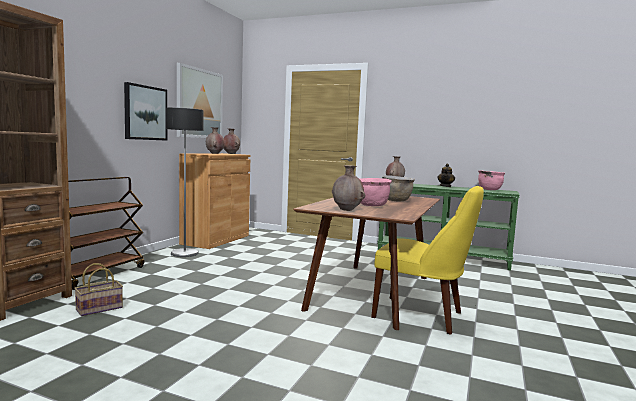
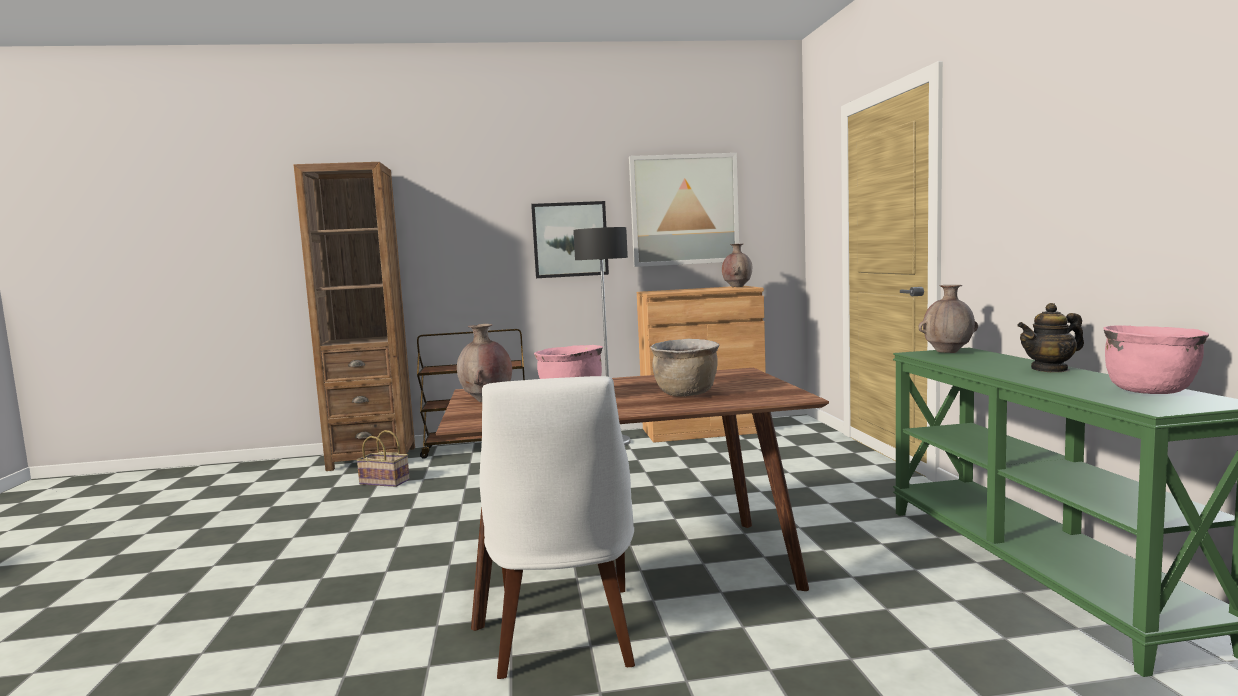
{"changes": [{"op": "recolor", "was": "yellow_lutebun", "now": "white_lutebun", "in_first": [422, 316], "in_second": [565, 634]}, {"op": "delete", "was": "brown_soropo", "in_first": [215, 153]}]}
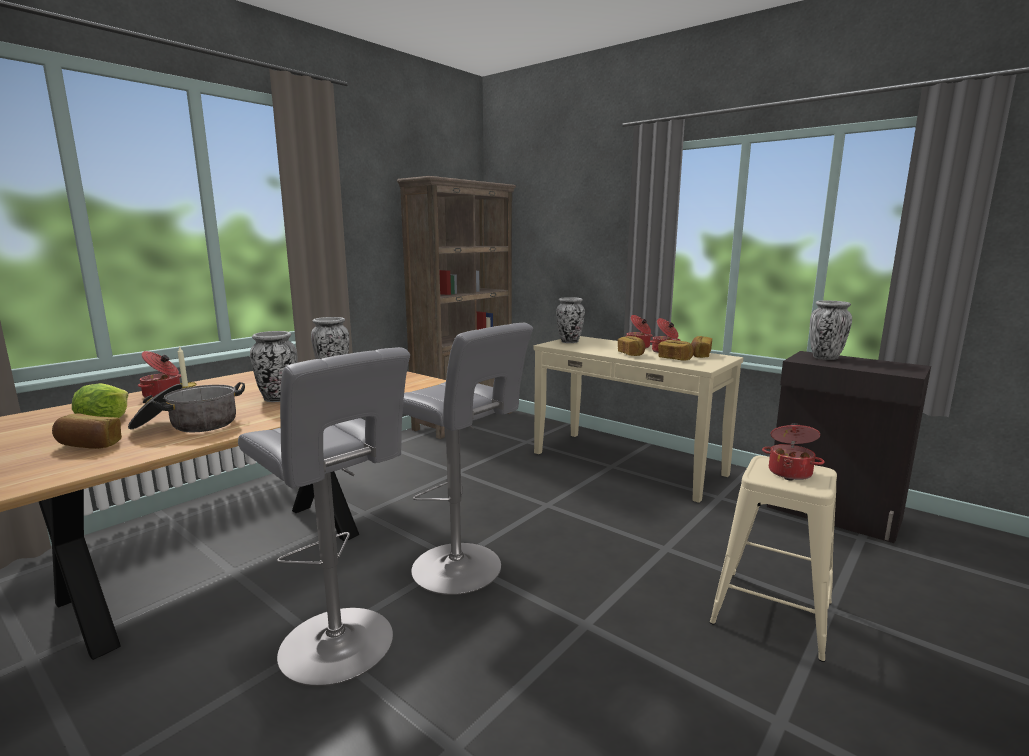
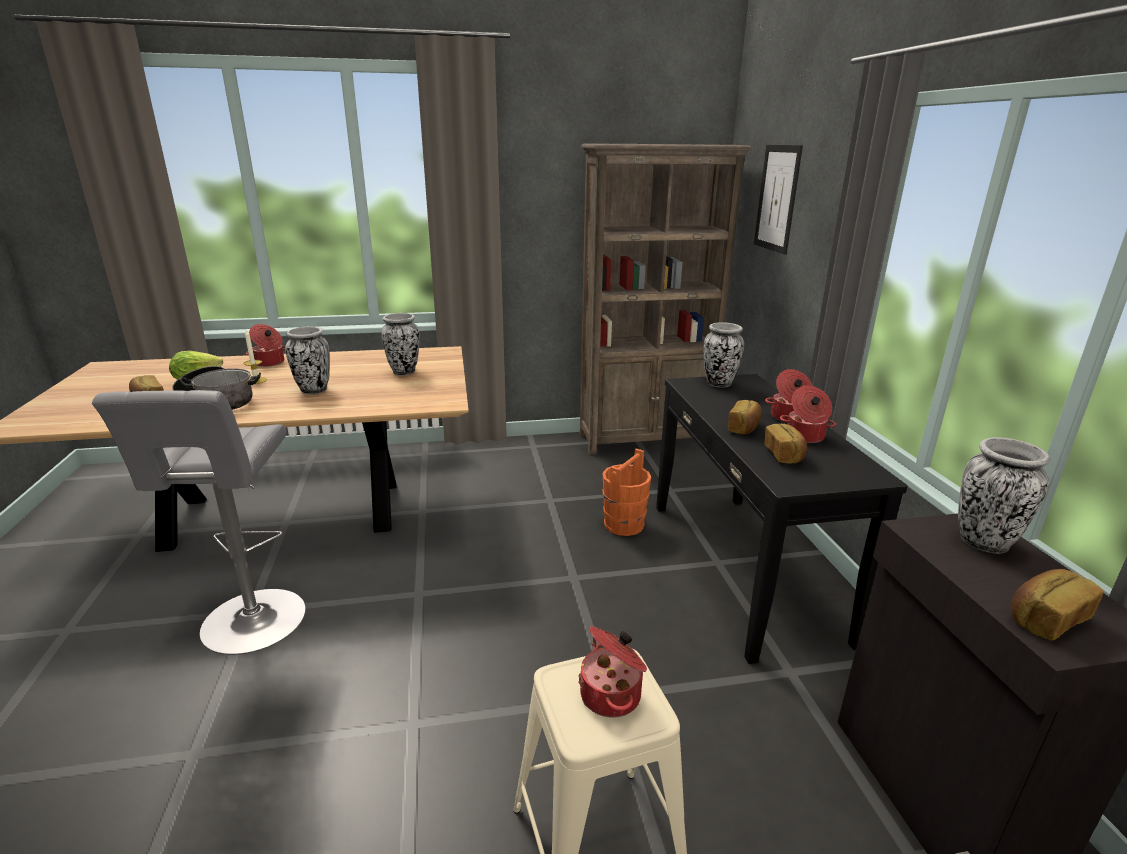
{"changes": [{"op": "insert", "now": "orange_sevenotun", "in_second": [624, 524]}, {"op": "recolor", "was": "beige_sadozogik", "now": "black_sadozogik", "in_first": [627, 463], "in_second": [743, 567]}, {"op": "insert", "now": "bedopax", "in_second": [777, 198]}, {"op": "move", "was": "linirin", "in_first": [700, 355], "in_second": [1045, 619]}, {"op": "delete", "was": "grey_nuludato", "in_first": [462, 570]}]}
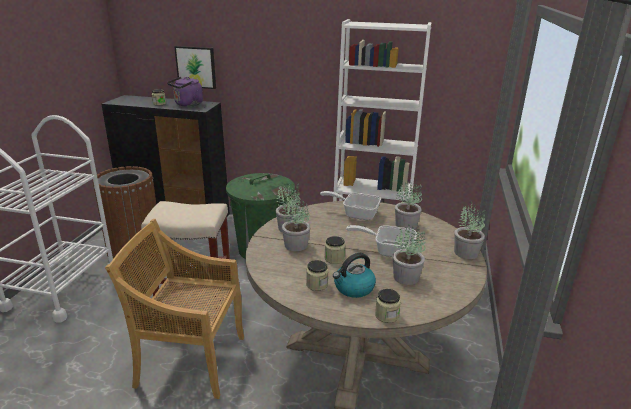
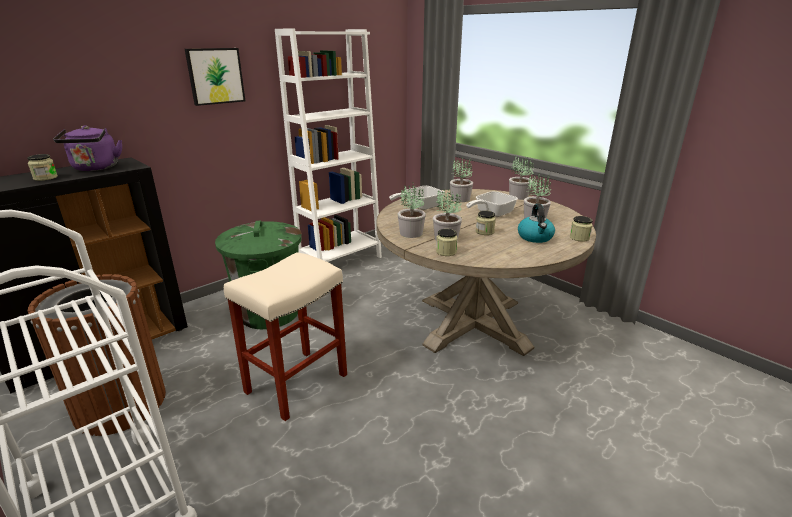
{"changes": [{"op": "move", "was": "bedopax", "in_first": [196, 67], "in_second": [215, 76]}, {"op": "move", "was": "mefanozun", "in_first": [317, 285], "in_second": [446, 252]}, {"op": "delete", "was": "beige_lutebun", "in_first": [189, 360]}]}
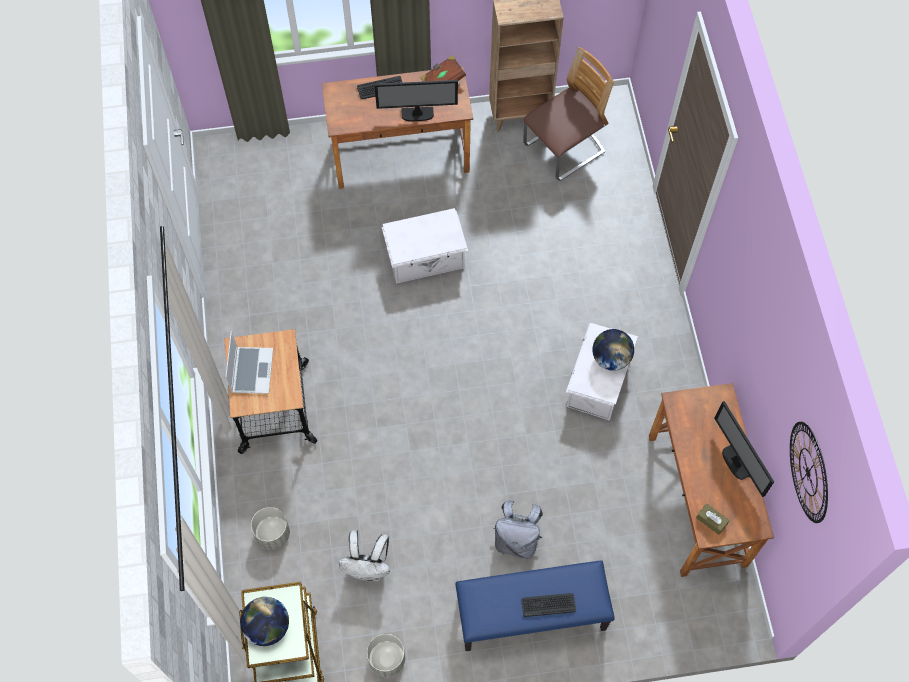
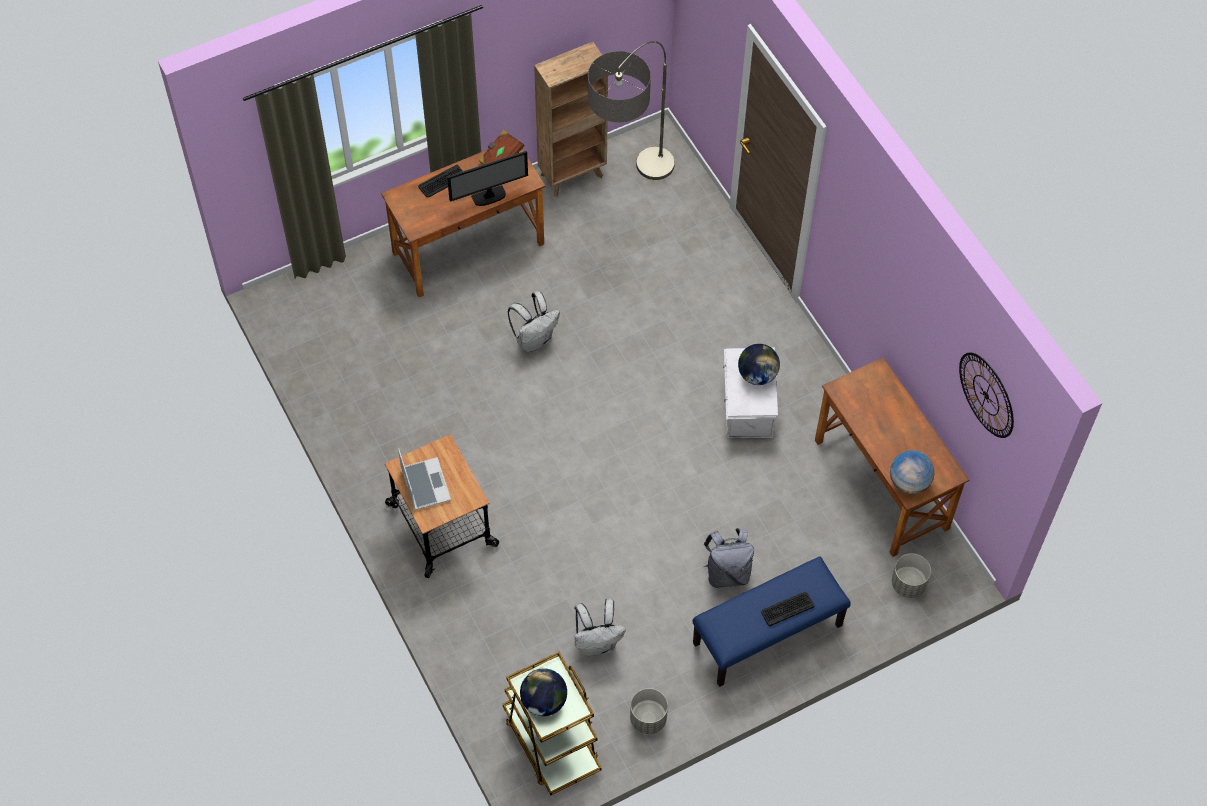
{"changes": [{"op": "replace", "was": "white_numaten", "now": "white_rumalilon", "in_first": [426, 258], "in_second": [534, 339]}, {"op": "replace", "was": "lutebun", "now": "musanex", "in_first": [564, 149], "in_second": [629, 195]}, {"op": "replace", "was": "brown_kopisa", "now": "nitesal", "in_first": [711, 521], "in_second": [909, 482]}, {"op": "move", "was": "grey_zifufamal", "in_first": [273, 534], "in_second": [908, 584]}, {"op": "delete", "was": "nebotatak", "in_first": [735, 462]}]}
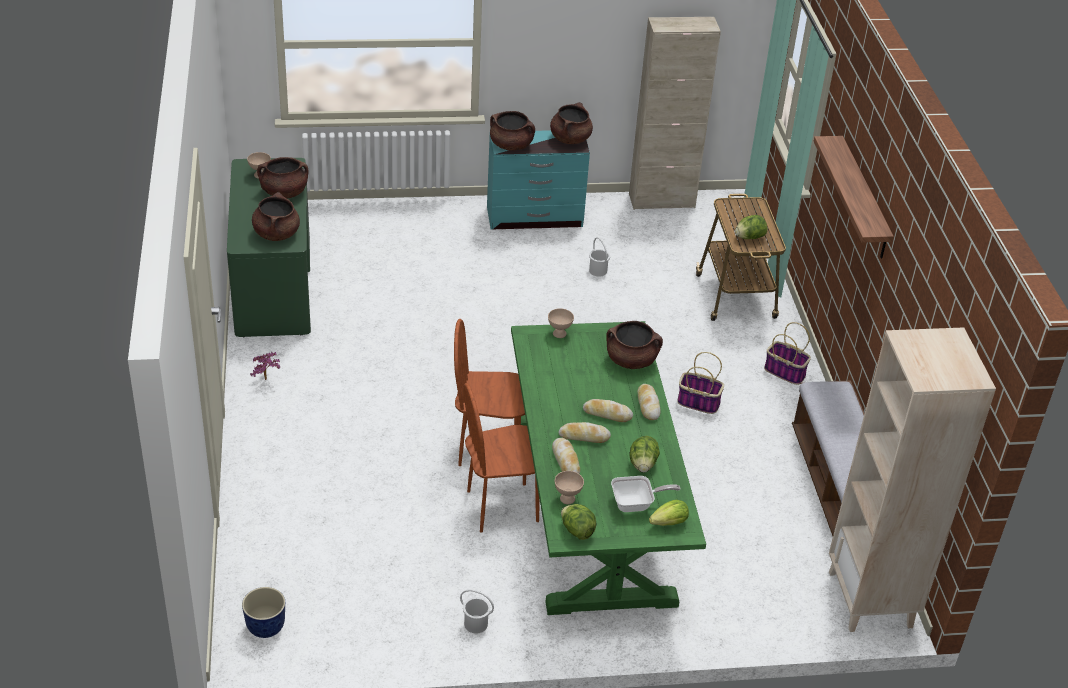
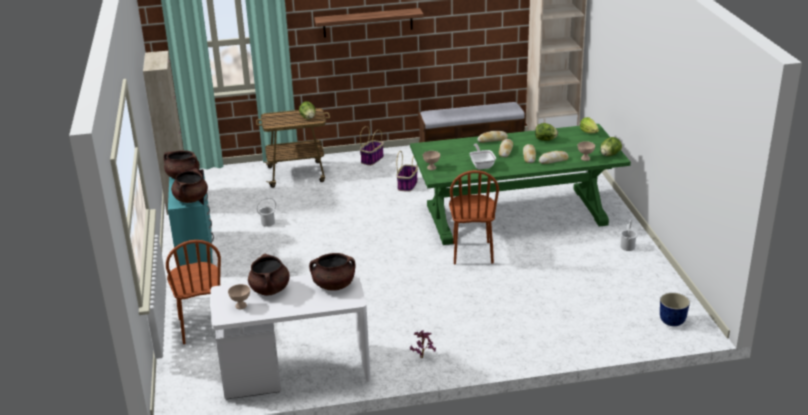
{"changes": [{"op": "move", "was": "brown_lutebun", "in_first": [502, 506], "in_second": [201, 327]}, {"op": "recolor", "was": "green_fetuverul", "now": "white_fetuverul", "in_first": [273, 286], "in_second": [294, 372]}, {"op": "move", "was": "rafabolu", "in_first": [636, 504], "in_second": [482, 165]}, {"op": "delete", "was": "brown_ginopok", "in_first": [631, 360]}]}
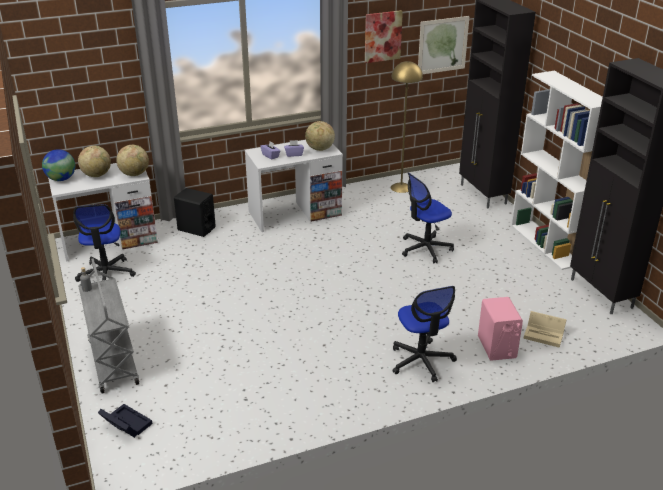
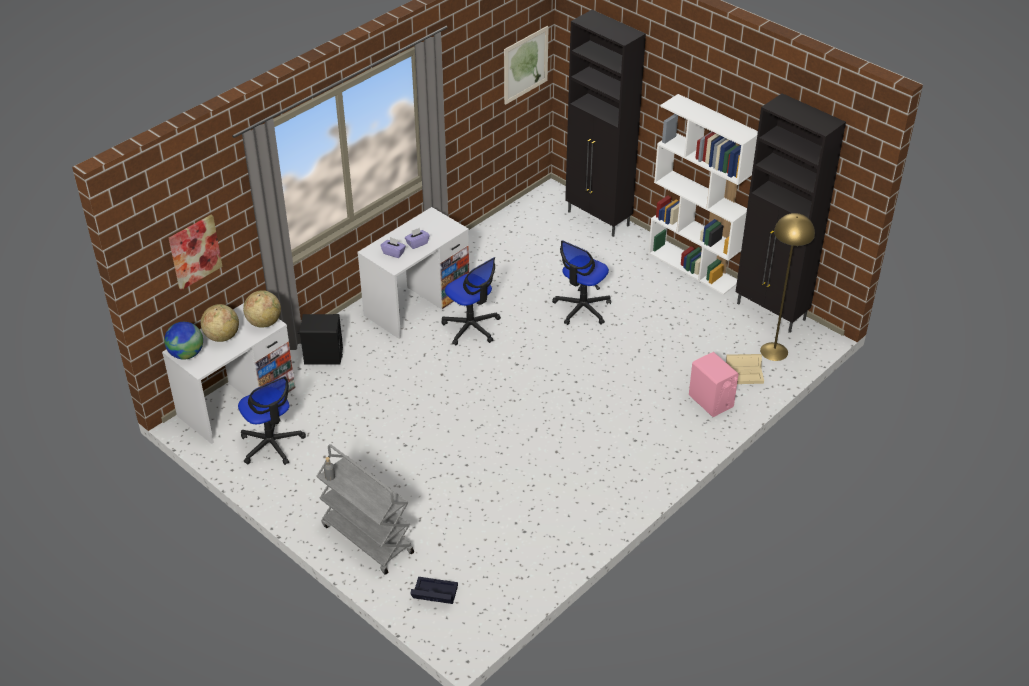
{"changes": [{"op": "move", "was": "bedopax", "in_first": [382, 36], "in_second": [195, 251]}, {"op": "move", "was": "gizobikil", "in_first": [421, 361], "in_second": [471, 327]}, {"op": "move", "was": "yellow_musanex", "in_first": [401, 187], "in_second": [774, 351]}, {"op": "delete", "was": "nitesal", "in_first": [320, 149]}]}
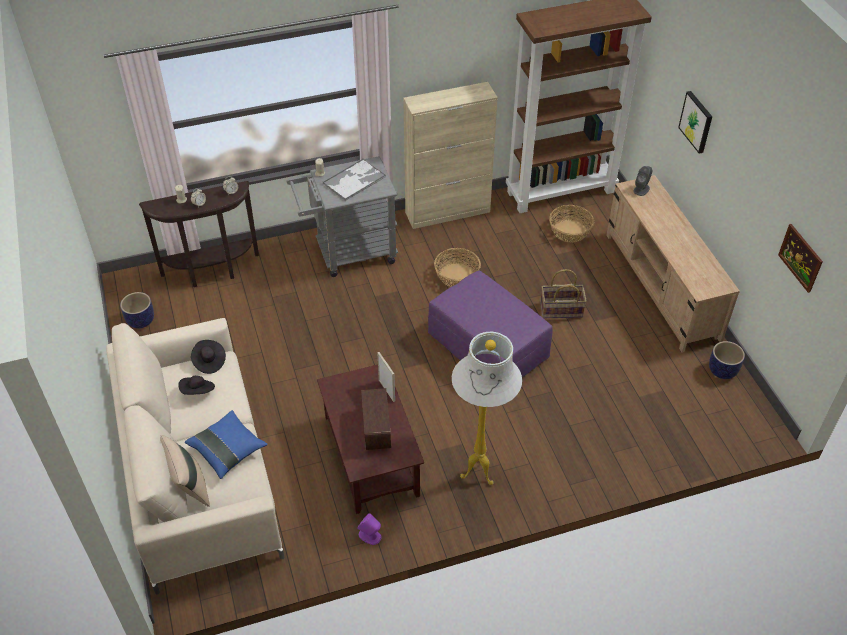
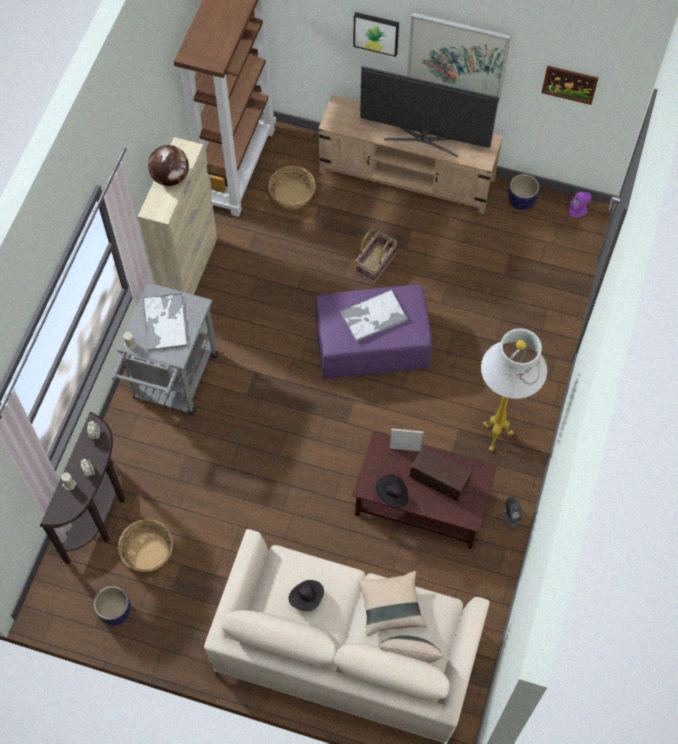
{"changes": [{"op": "move", "was": "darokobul", "in_first": [457, 275], "in_second": [148, 551]}, {"op": "insert", "now": "nitesal", "in_second": [171, 177]}, {"op": "insert", "now": "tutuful", "in_second": [373, 316]}, {"op": "recolor", "was": "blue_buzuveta", "now": "beige_buzuveta", "in_first": [228, 450], "in_second": [391, 606]}, {"op": "insert", "now": "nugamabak", "in_second": [424, 138]}, {"op": "move", "was": "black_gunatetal", "in_first": [209, 362], "in_second": [392, 495]}, {"op": "insert", "now": "bedopax", "in_second": [457, 57]}, {"op": "move", "was": "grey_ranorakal", "in_first": [641, 189], "in_second": [510, 516]}, {"op": "move", "was": "purple_ranorakal", "in_first": [370, 536], "in_second": [578, 210]}]}
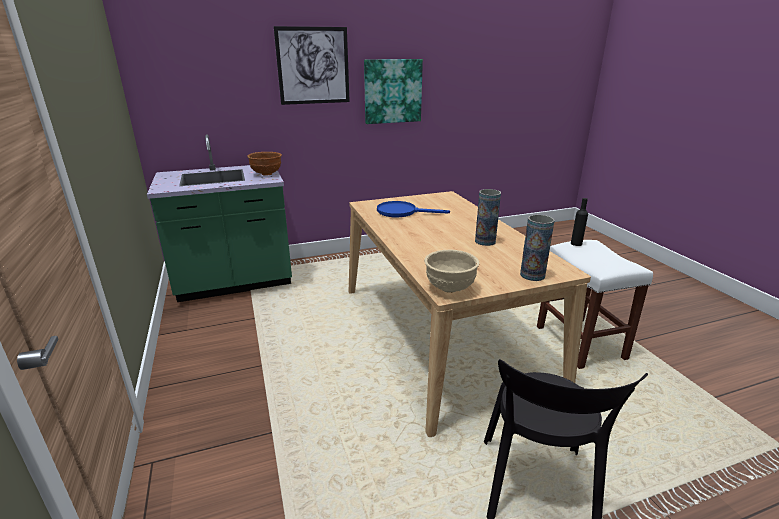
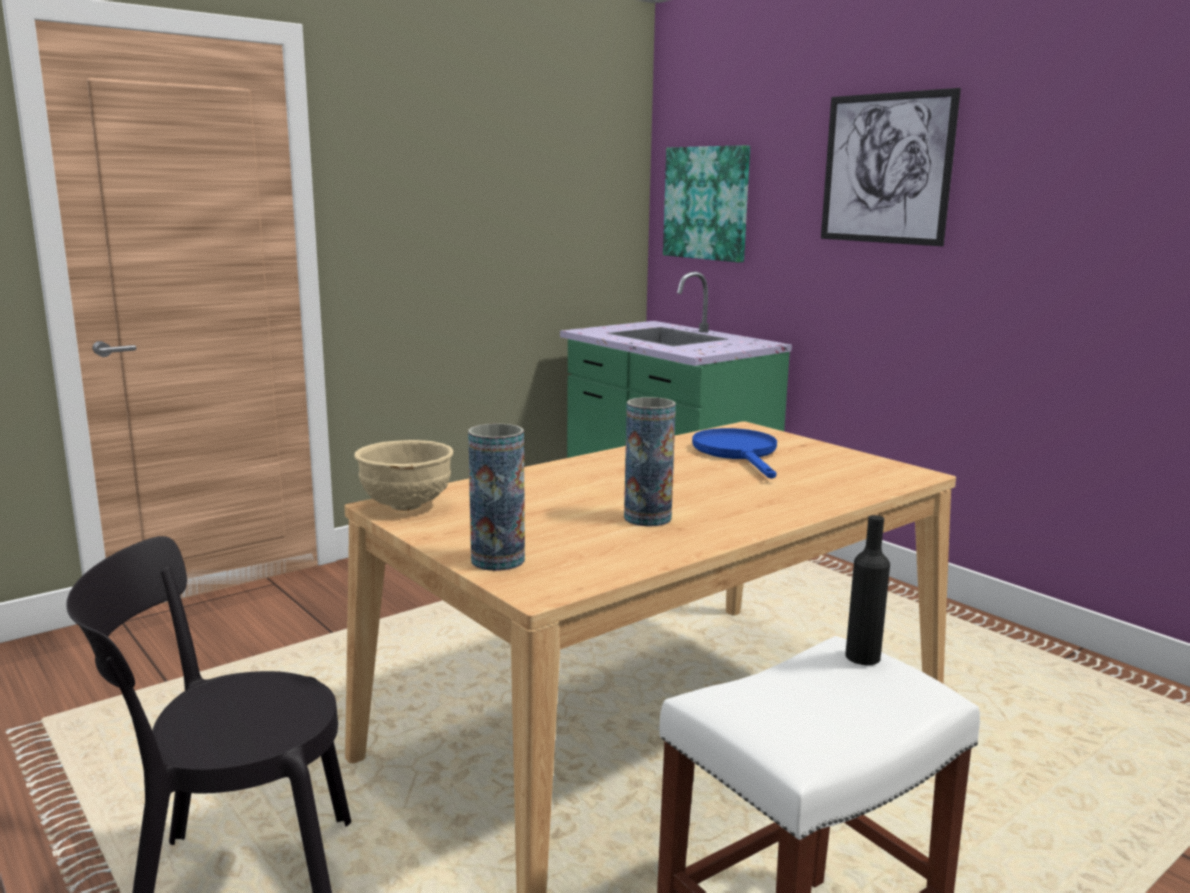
{"changes": [{"op": "move", "was": "bedopax", "in_first": [392, 91], "in_second": [707, 203]}, {"op": "delete", "was": "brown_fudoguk", "in_first": [267, 174]}]}
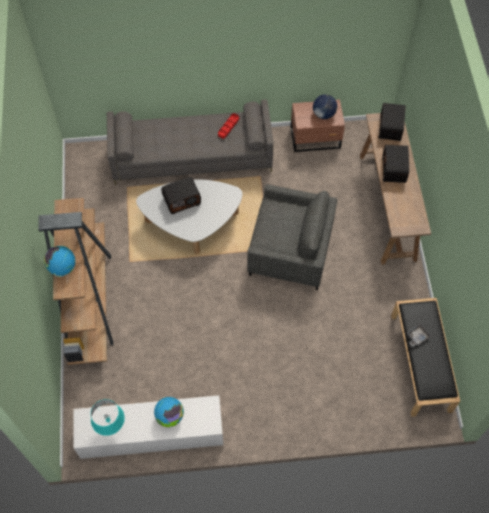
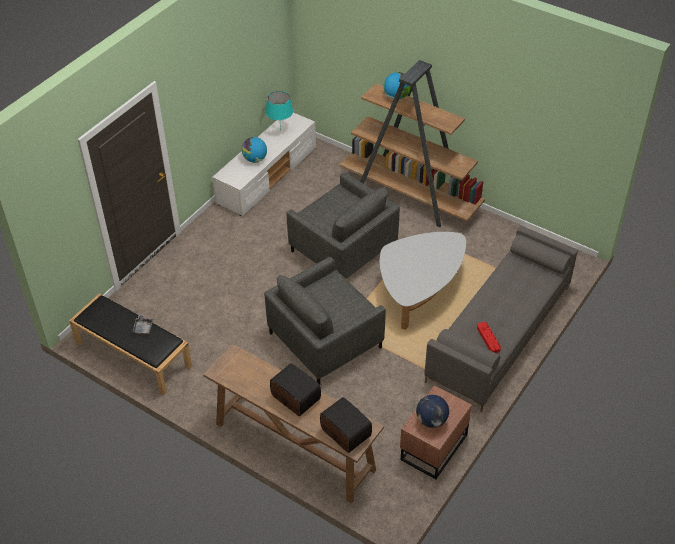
{"changes": [{"op": "insert", "now": "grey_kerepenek", "in_second": [343, 249]}, {"op": "delete", "was": "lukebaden", "in_first": [182, 200]}]}
